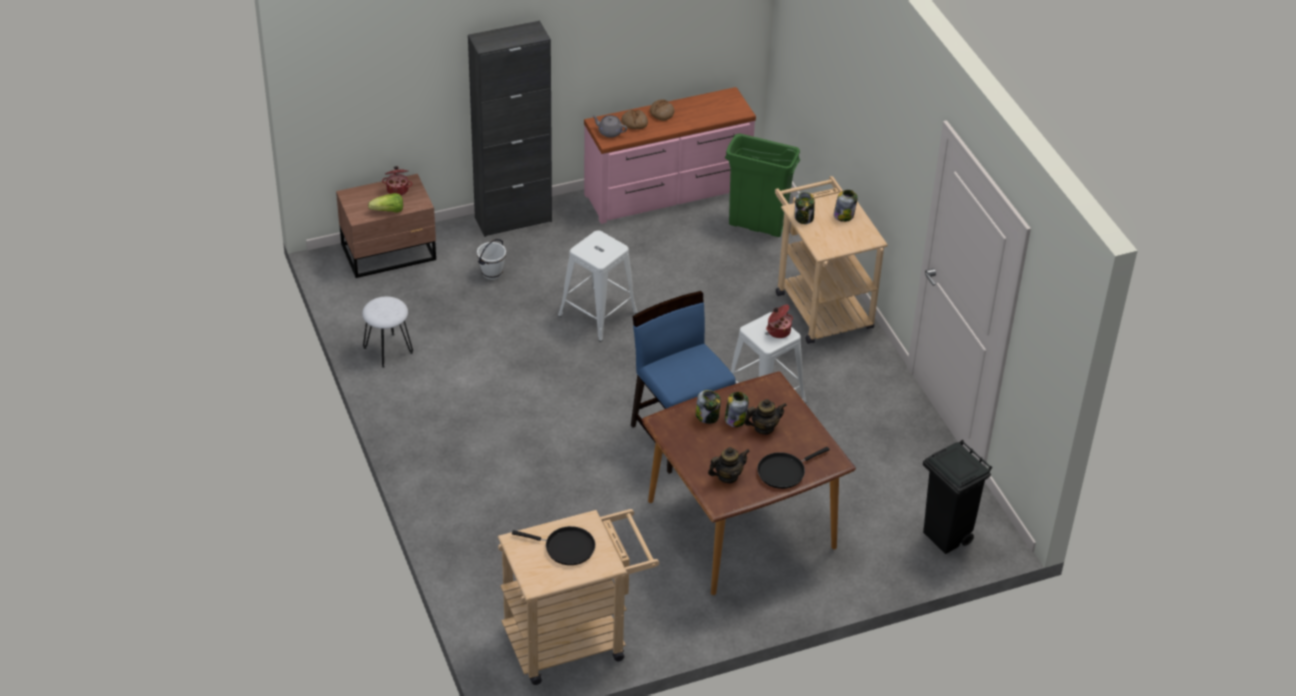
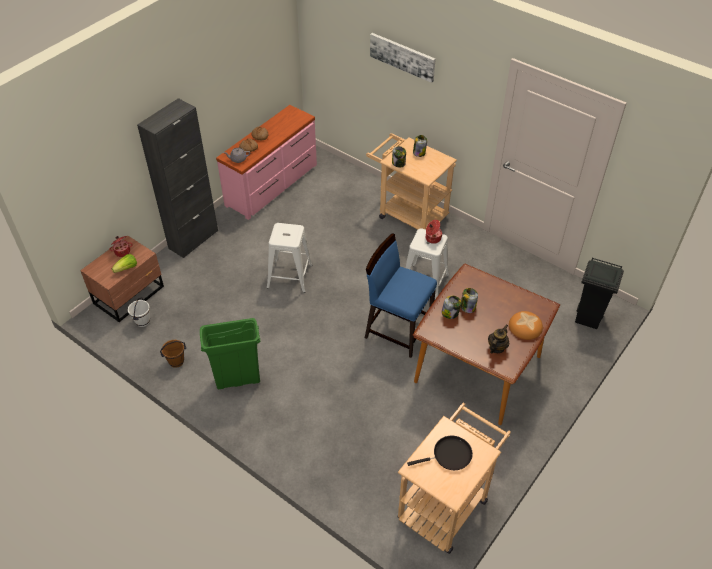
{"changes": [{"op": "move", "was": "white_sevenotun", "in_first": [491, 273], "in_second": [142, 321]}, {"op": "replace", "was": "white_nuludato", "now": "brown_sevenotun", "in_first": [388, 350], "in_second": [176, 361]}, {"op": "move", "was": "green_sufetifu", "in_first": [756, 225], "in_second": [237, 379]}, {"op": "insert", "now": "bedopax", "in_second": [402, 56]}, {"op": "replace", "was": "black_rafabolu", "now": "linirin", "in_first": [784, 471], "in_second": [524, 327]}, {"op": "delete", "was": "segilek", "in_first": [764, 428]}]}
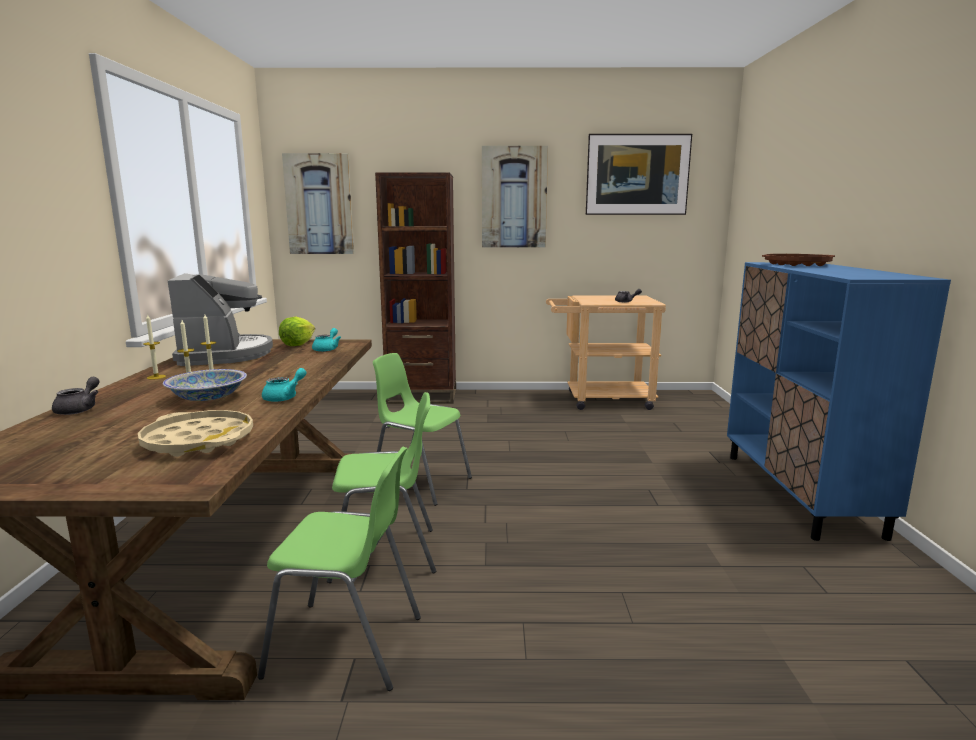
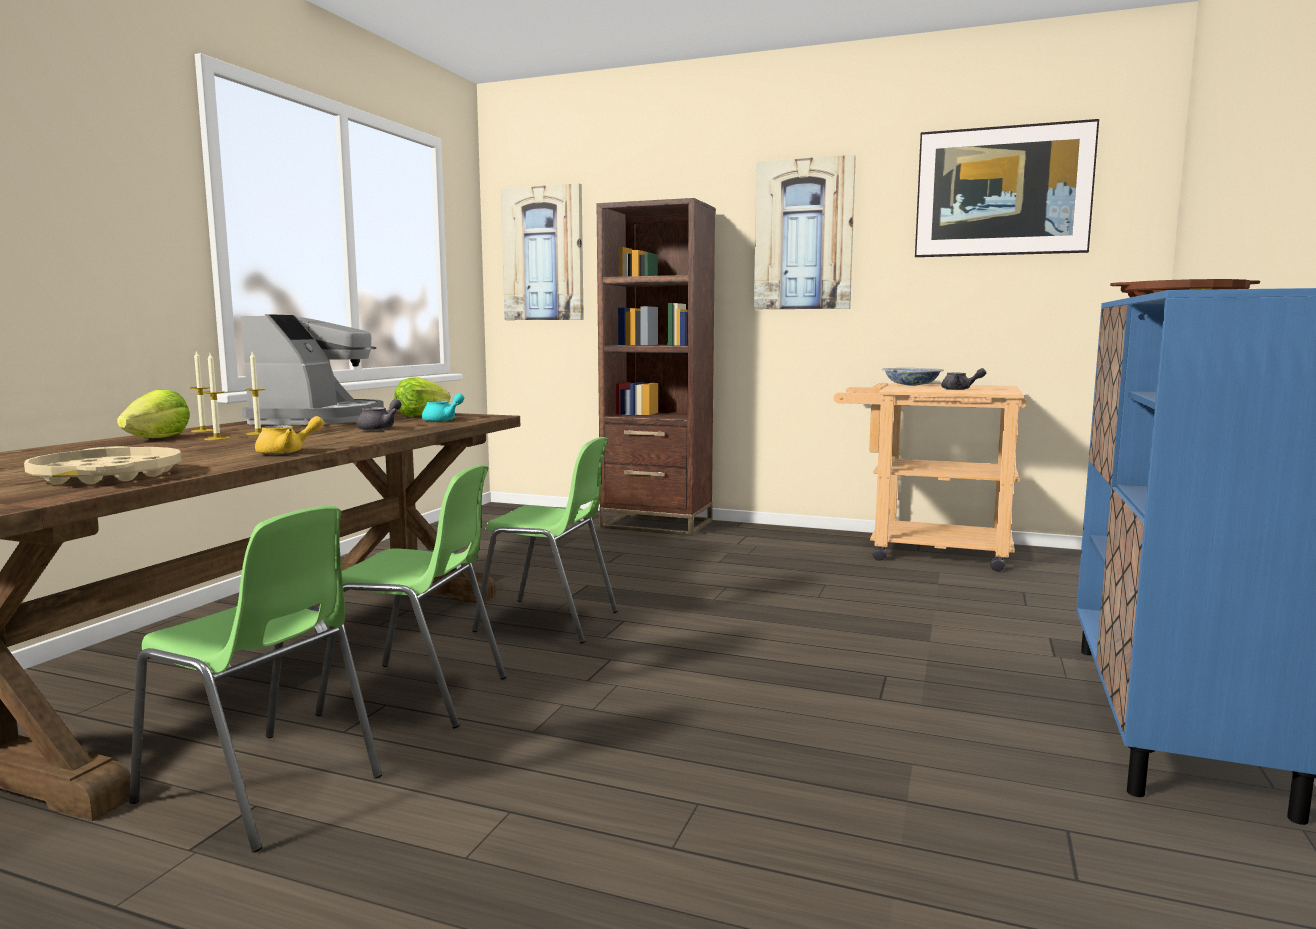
{"changes": [{"op": "insert", "now": "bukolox", "in_second": [157, 438]}, {"op": "recolor", "was": "turquoise_segilek", "now": "yellow_segilek", "in_first": [285, 397], "in_second": [287, 452]}, {"op": "move", "was": "grey_segilek", "in_first": [80, 409], "in_second": [380, 428]}, {"op": "rotate", "was": "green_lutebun", "in_first": [420, 483], "in_second": [549, 621], "clockwise": 150}, {"op": "move", "was": "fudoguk", "in_first": [208, 398], "in_second": [912, 385]}]}
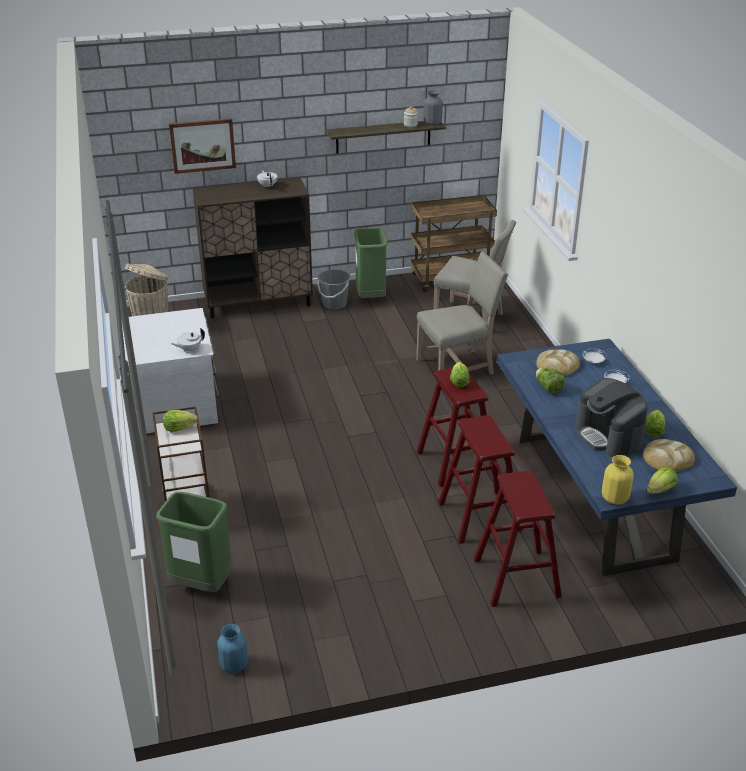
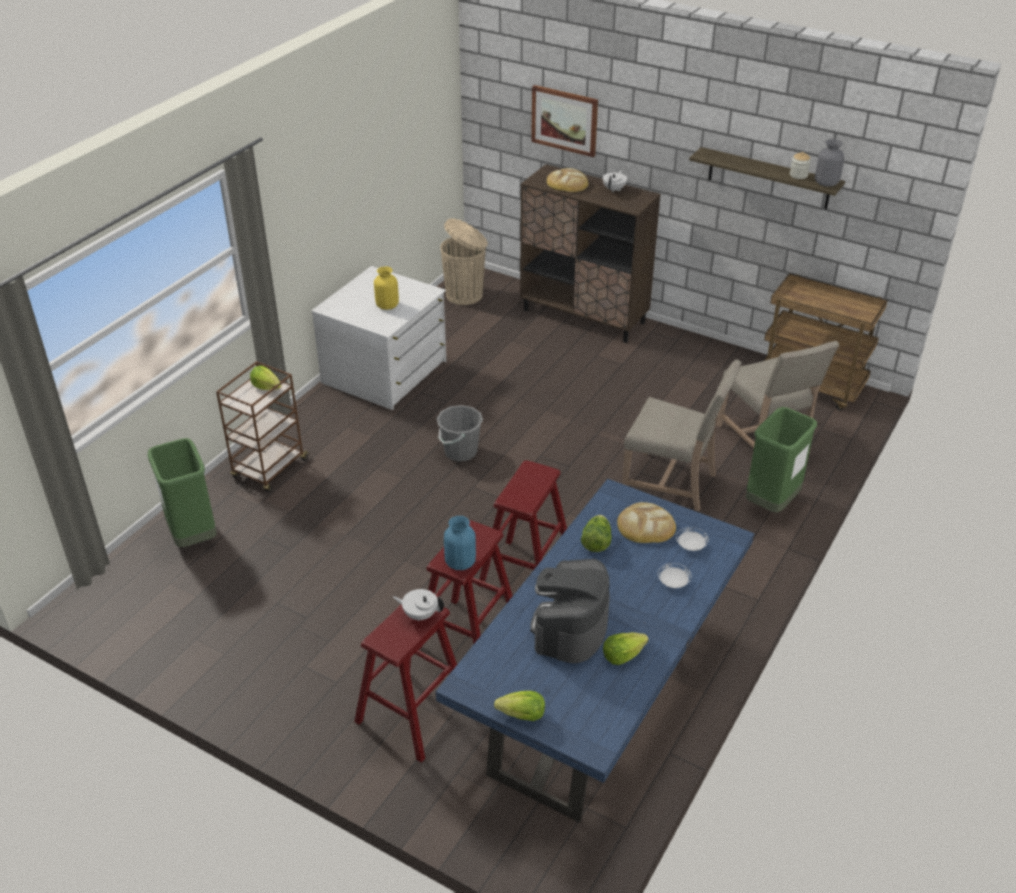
{"changes": [{"op": "move", "was": "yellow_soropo", "in_first": [614, 498], "in_second": [387, 305]}, {"op": "move", "was": "white_segilek", "in_first": [189, 349], "in_second": [420, 614]}, {"op": "move", "was": "grey_sevenotun", "in_first": [334, 304], "in_second": [460, 452]}, {"op": "move", "was": "blue_soropo", "in_first": [234, 665], "in_second": [460, 562]}, {"op": "move", "was": "linirin", "in_first": [667, 458], "in_second": [567, 183]}, {"op": "move", "was": "green_sufetifu", "in_first": [370, 297], "in_second": [771, 503]}, {"op": "delete", "was": "bukolox", "in_first": [459, 382]}]}
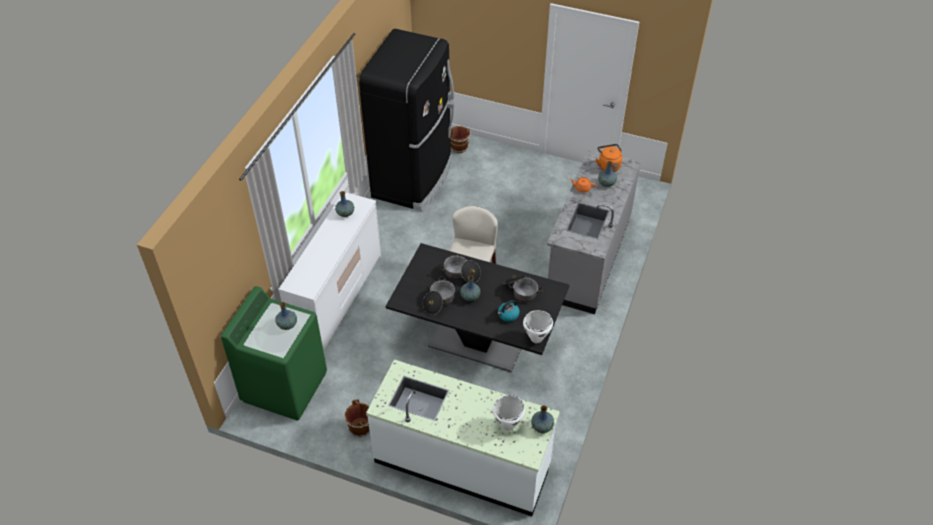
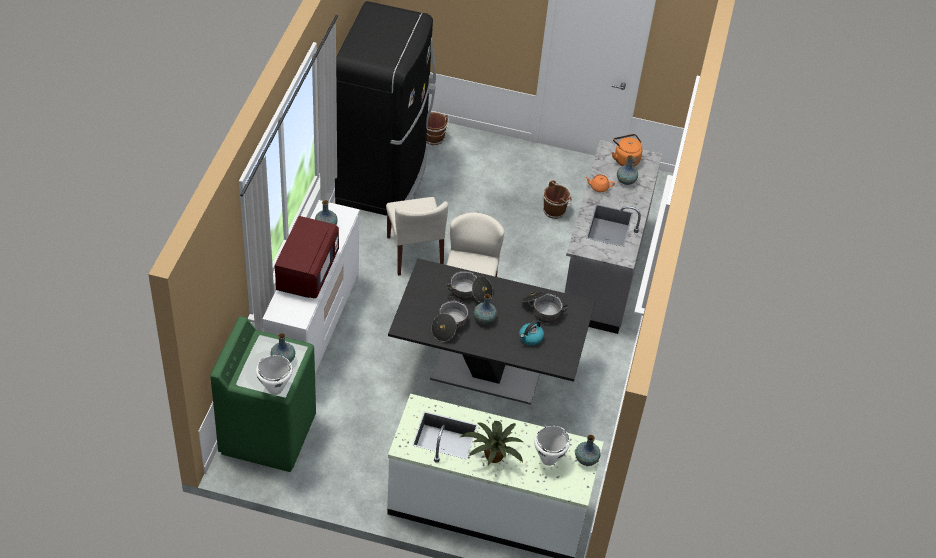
{"changes": [{"op": "move", "was": "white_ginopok", "in_first": [536, 338], "in_second": [274, 389]}, {"op": "insert", "now": "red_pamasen", "in_second": [307, 272]}, {"op": "insert", "now": "beige_lutebun", "in_second": [415, 253]}, {"op": "insert", "now": "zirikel", "in_second": [492, 456]}, {"op": "move", "was": "brown_sevenotun", "in_first": [361, 427], "in_second": [555, 210]}]}
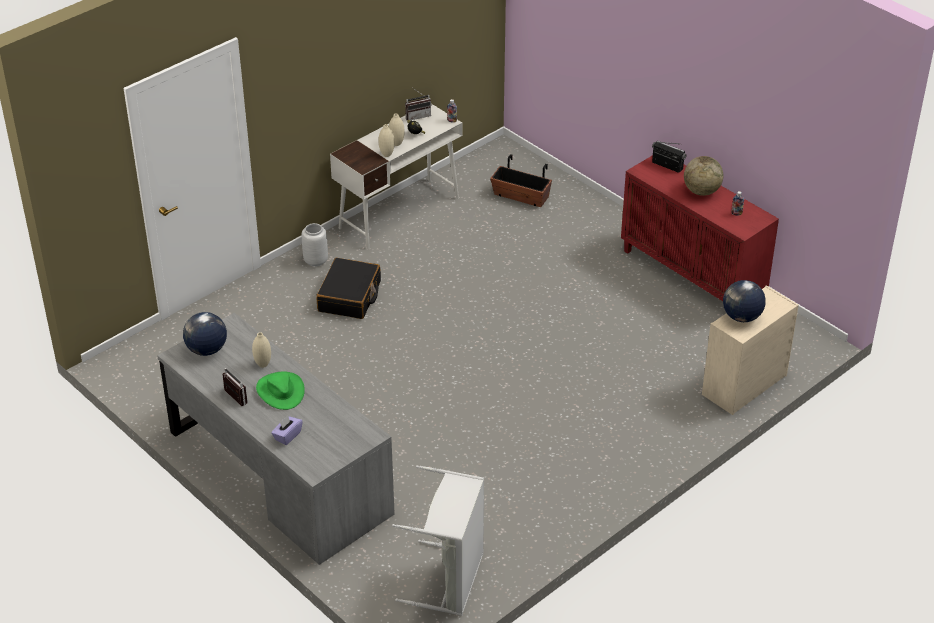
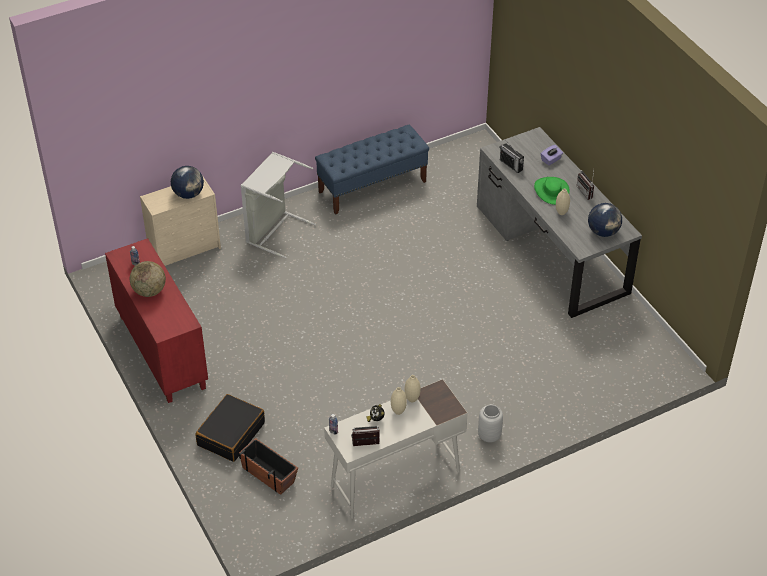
{"changes": [{"op": "move", "was": "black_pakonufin", "in_first": [350, 297], "in_second": [230, 434]}, {"op": "move", "was": "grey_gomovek", "in_first": [450, 580], "in_second": [274, 231]}, {"op": "insert", "now": "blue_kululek", "in_second": [372, 186]}, {"op": "move", "was": "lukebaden", "in_first": [667, 166], "in_second": [511, 165]}]}
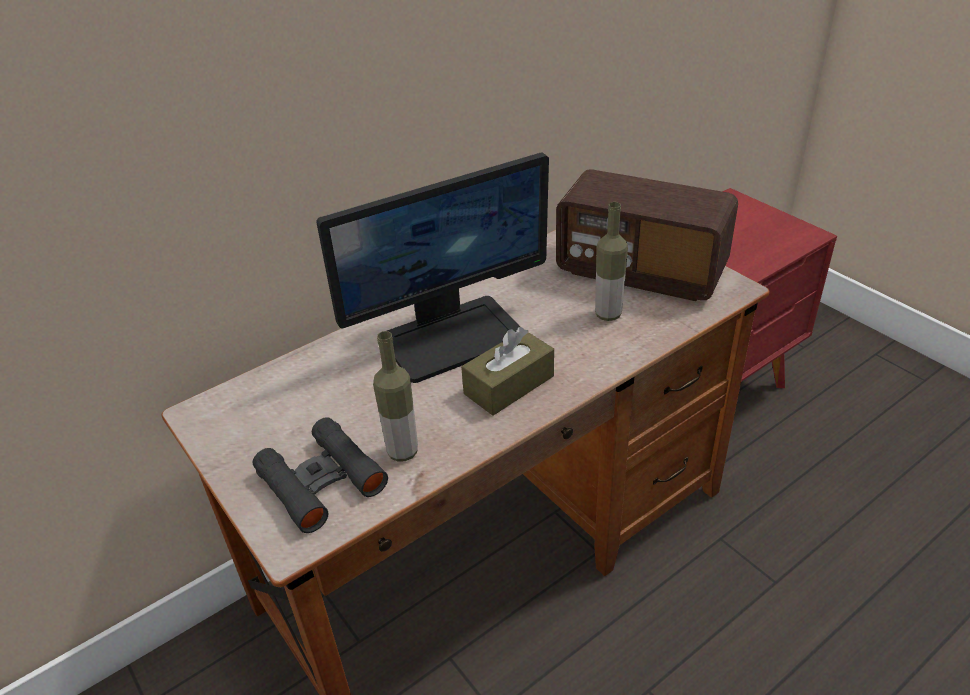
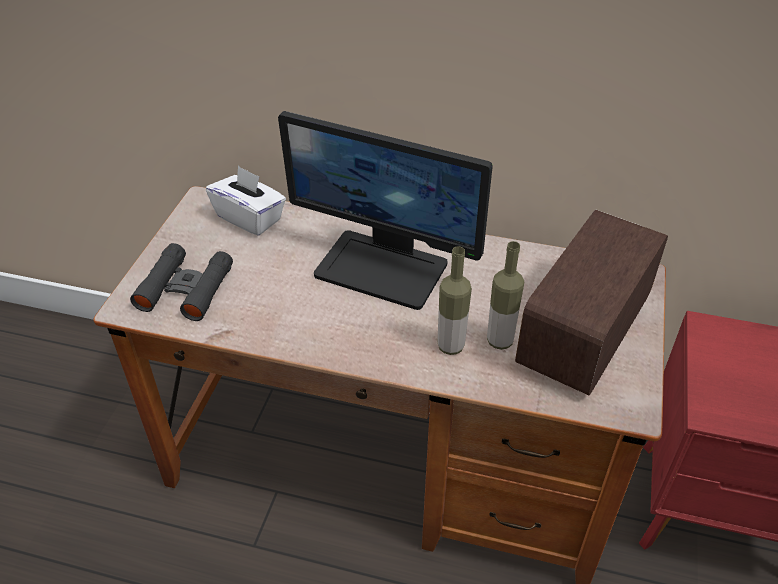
{"changes": [{"op": "insert", "now": "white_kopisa", "in_second": [250, 218]}, {"op": "move", "was": "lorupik", "in_first": [403, 452], "in_second": [450, 346]}, {"op": "rotate", "was": "lukebaden", "in_first": [641, 271], "in_second": [584, 333], "clockwise": 45}, {"op": "delete", "was": "brown_kopisa", "in_first": [509, 385]}]}
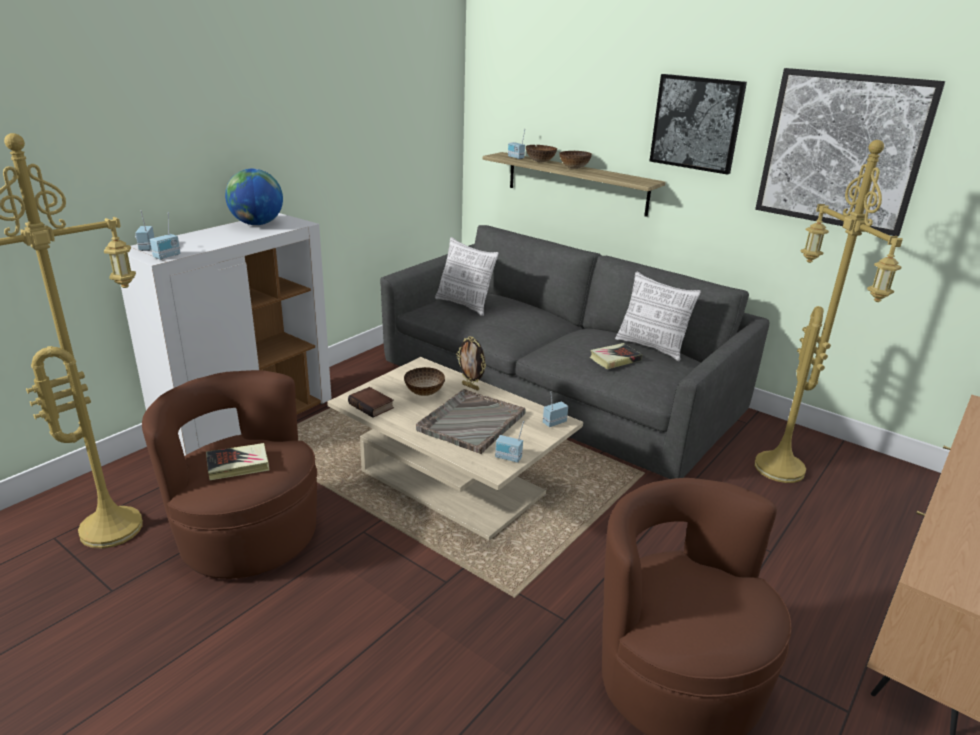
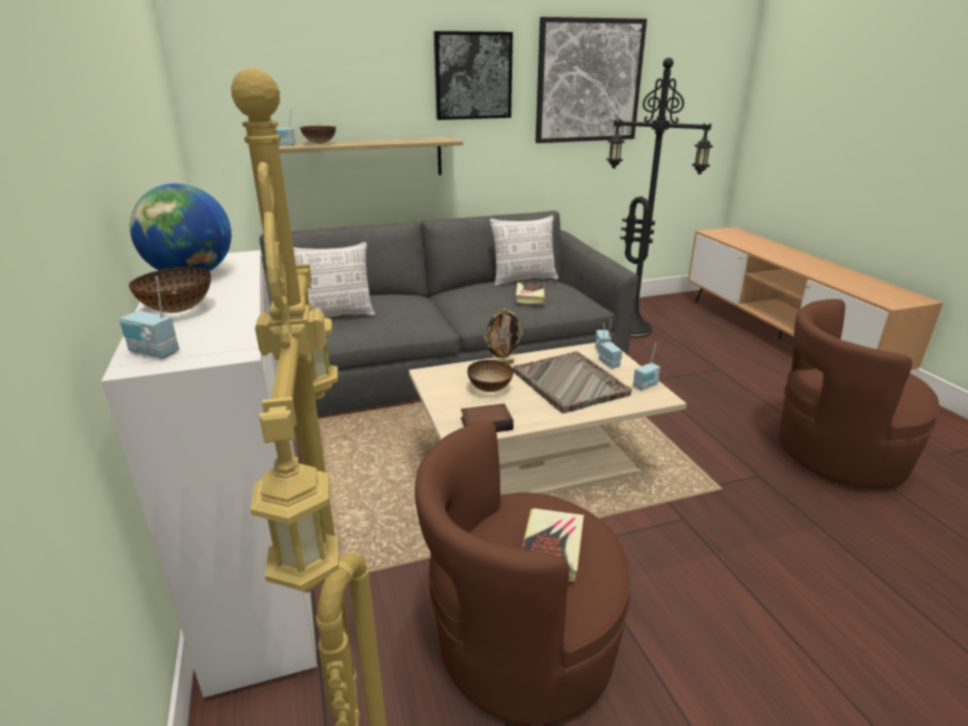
{"changes": [{"op": "move", "was": "fudoguk", "in_first": [574, 168], "in_second": [177, 310]}, {"op": "move", "was": "lukebaden", "in_first": [167, 256], "in_second": [609, 363]}, {"op": "recolor", "was": "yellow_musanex", "now": "black_musanex", "in_first": [783, 469], "in_second": [634, 329]}]}
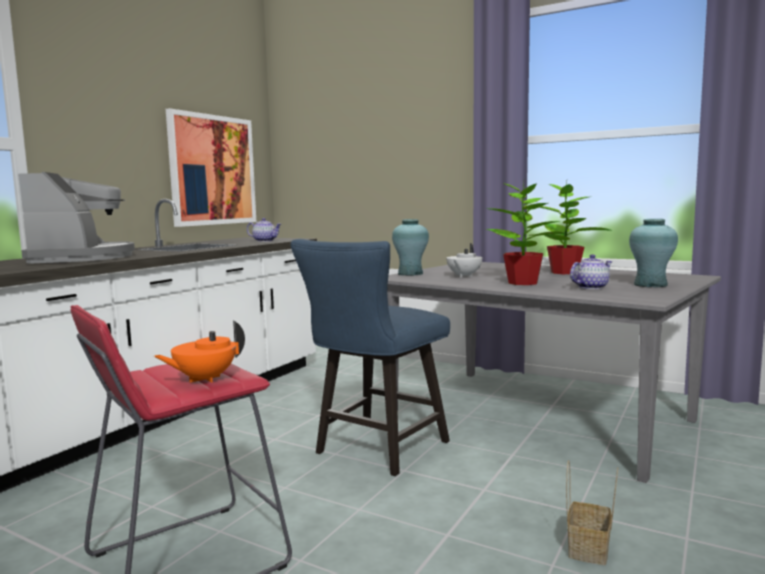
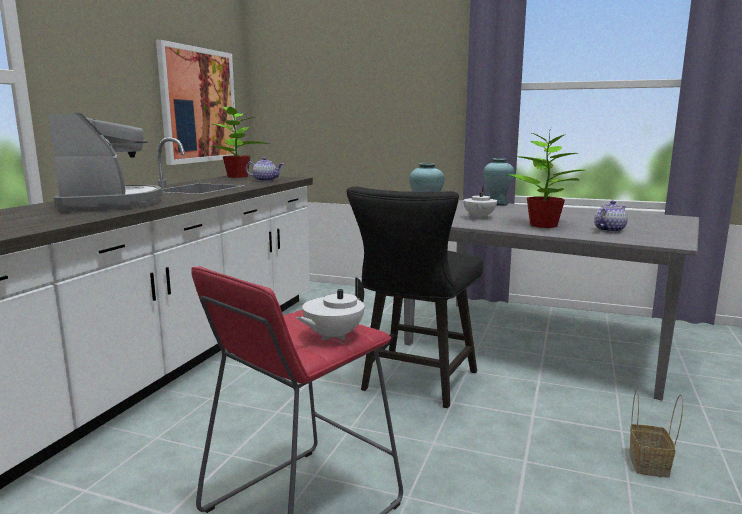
{"changes": [{"op": "move", "was": "zirikel", "in_first": [565, 272], "in_second": [238, 176]}, {"op": "recolor", "was": "orange_segilek", "now": "white_segilek", "in_first": [204, 379], "in_second": [332, 336]}, {"op": "recolor", "was": "blue_lutebun", "now": "black_lutebun", "in_first": [375, 450], "in_second": [415, 384]}, {"op": "move", "was": "turquoise_soropo", "in_first": [650, 285], "in_second": [497, 204]}]}
